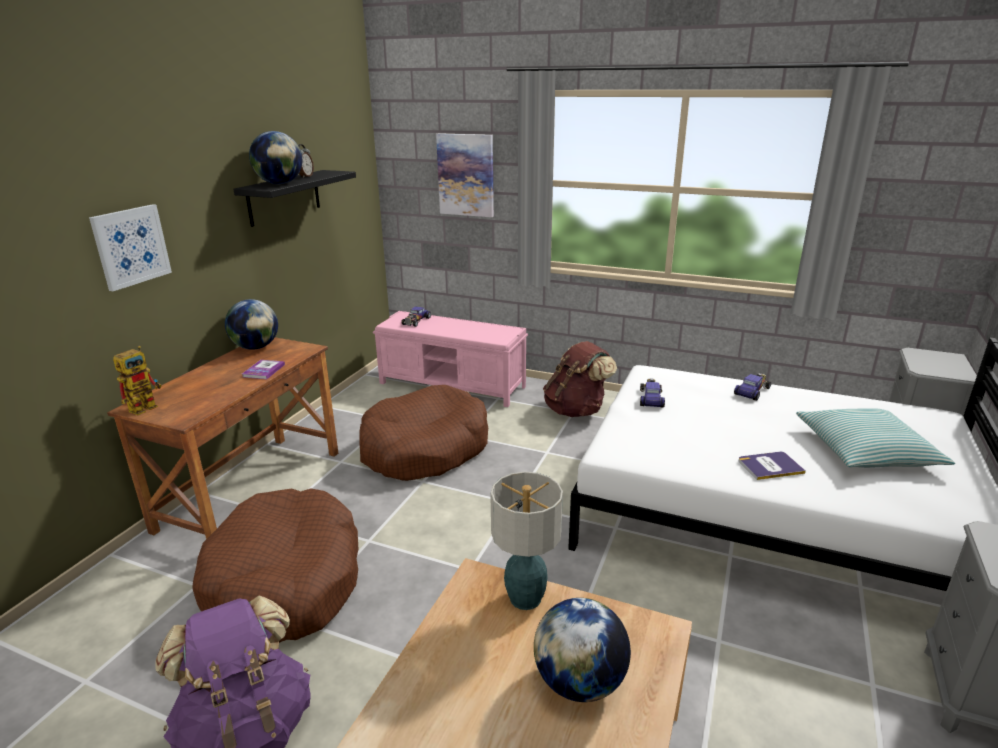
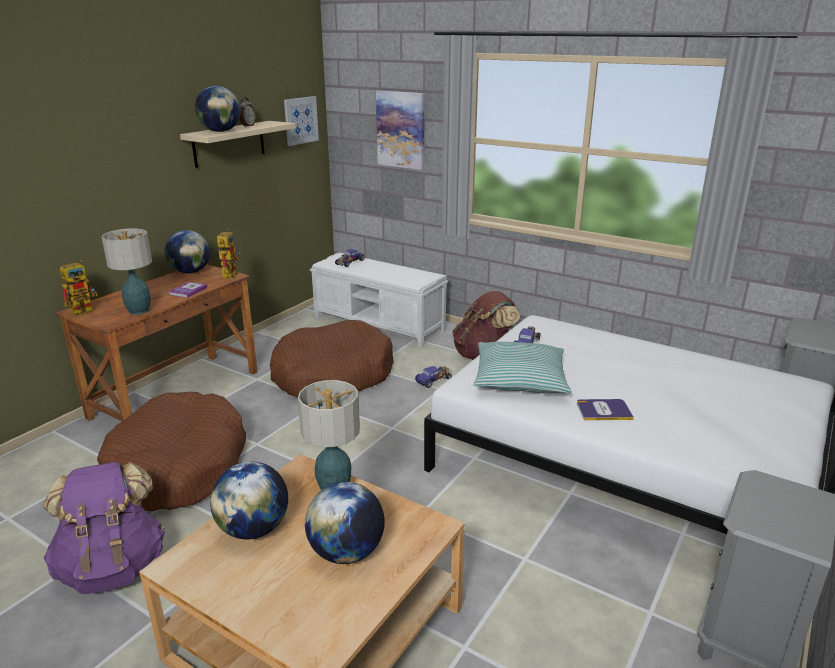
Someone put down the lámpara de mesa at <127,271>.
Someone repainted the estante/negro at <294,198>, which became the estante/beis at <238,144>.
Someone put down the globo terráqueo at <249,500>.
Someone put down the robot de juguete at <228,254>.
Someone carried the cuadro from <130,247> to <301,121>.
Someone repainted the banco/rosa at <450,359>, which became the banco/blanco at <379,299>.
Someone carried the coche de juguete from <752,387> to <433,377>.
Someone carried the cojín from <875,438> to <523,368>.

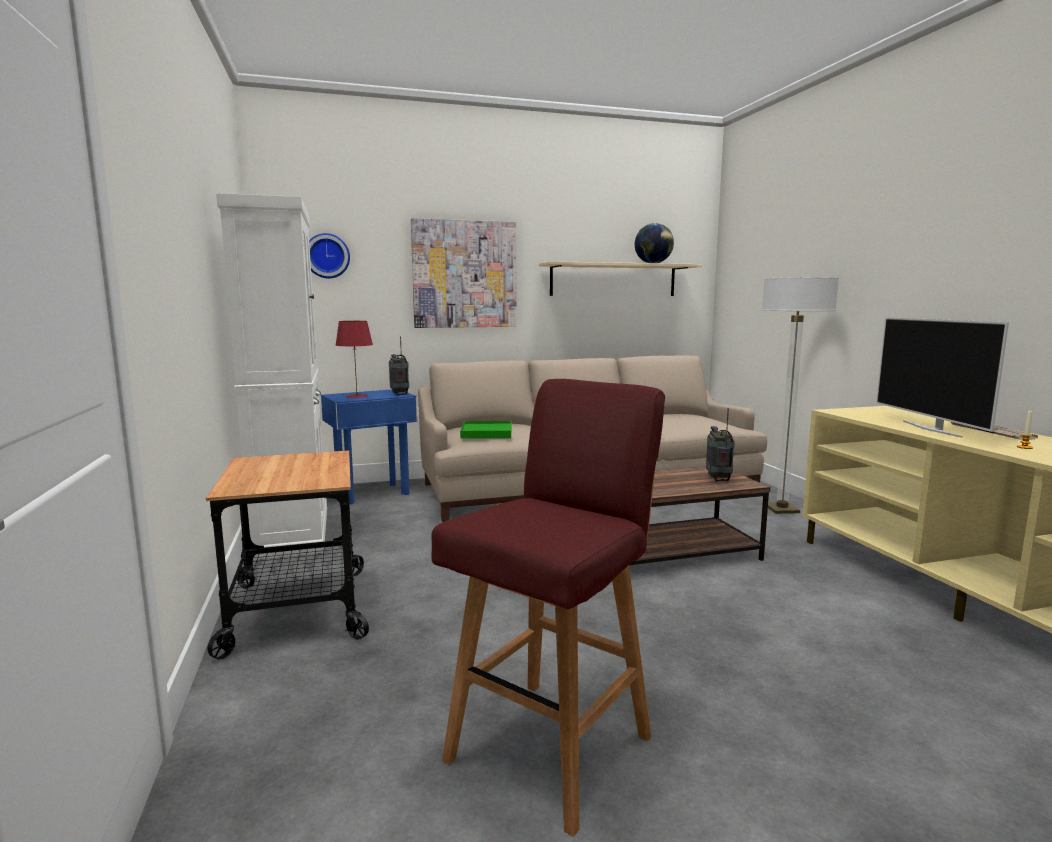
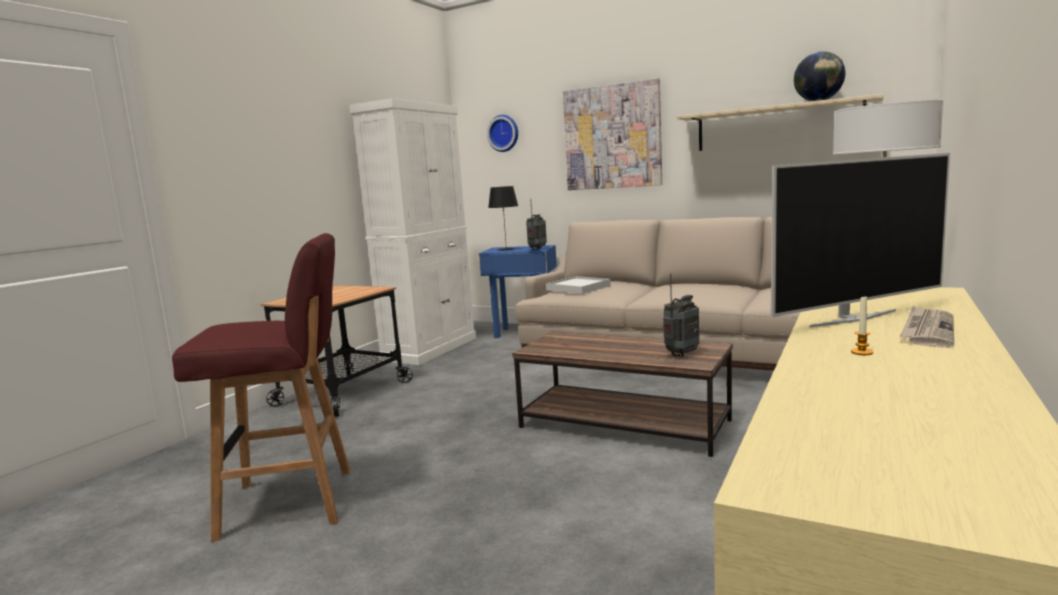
Someone repainted the lámpara de mesa/rojo at <354,359>, which became the lámpara de mesa/negro at <503,218>.
Someone repainted the bandeja/verde at <485,430>, which became the bandeja/blanco at <578,285>.
Someone rotated the televisor at <942,377> by 150 degrees counterclockwise.

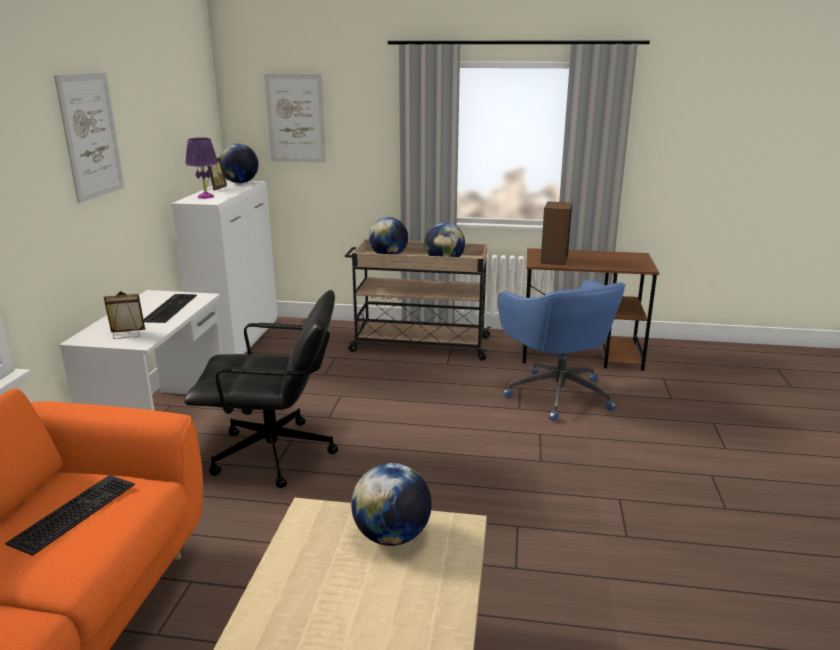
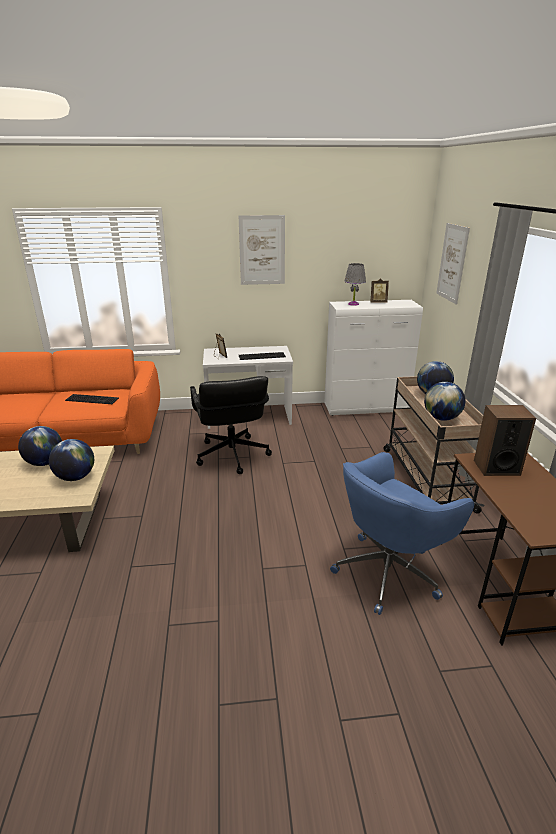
Someone carried the globo terráqueo from <239,163> to <40,446>.
Someone repainted the lámpara de mesa/morado at <202,168>, which became the lámpara de mesa/gris at <355,284>.

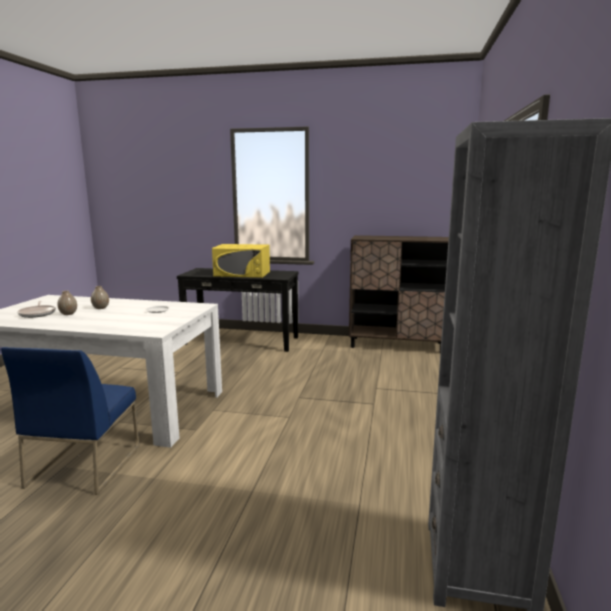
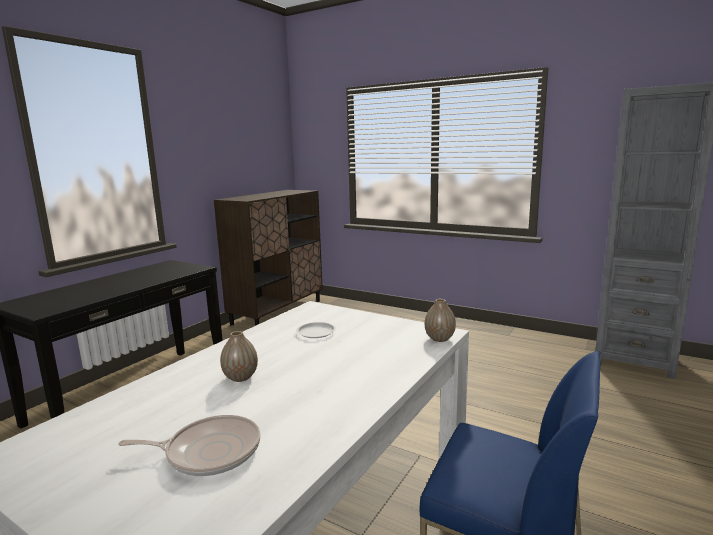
Someone carried the florero from <67,303> to <440,320>.
Someone took away the microondas/amarillo at <241,261>.

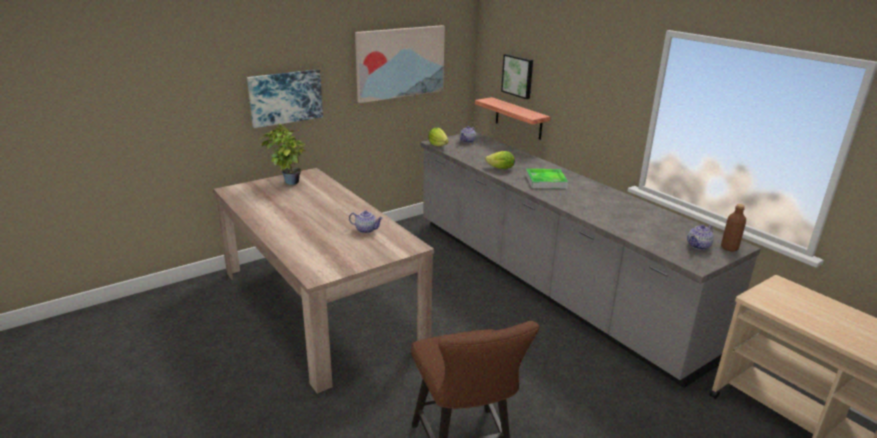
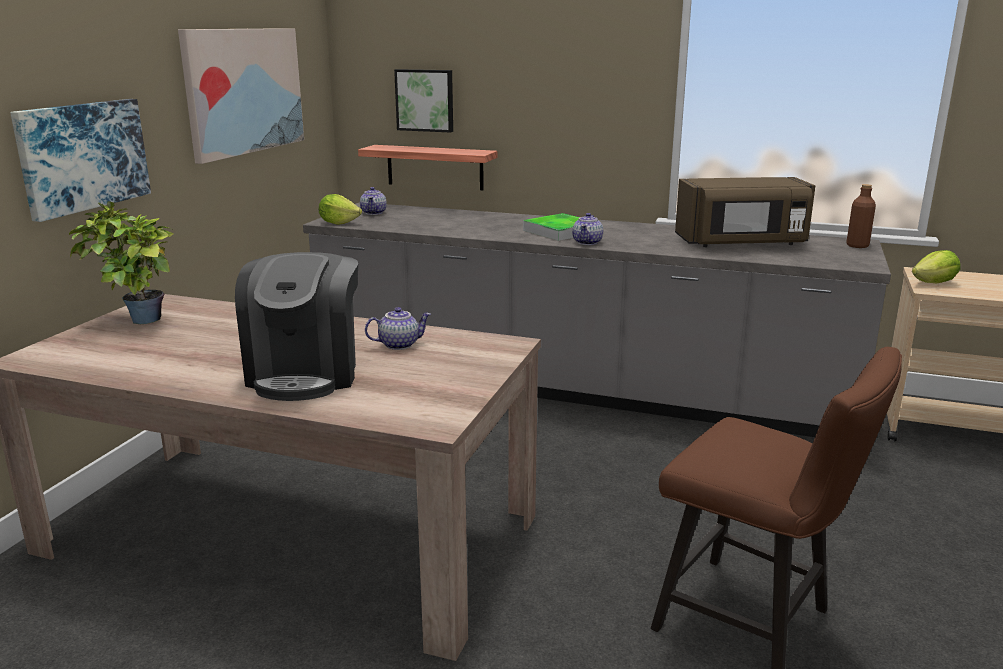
Someone put down the cafetera at <296,326>.
Someone carried the tetera from <700,237> to <587,229>.
Someone put down the microondas/marrón at <745,212>.
Someone carried the lechuga from <500,160> to <936,266>.

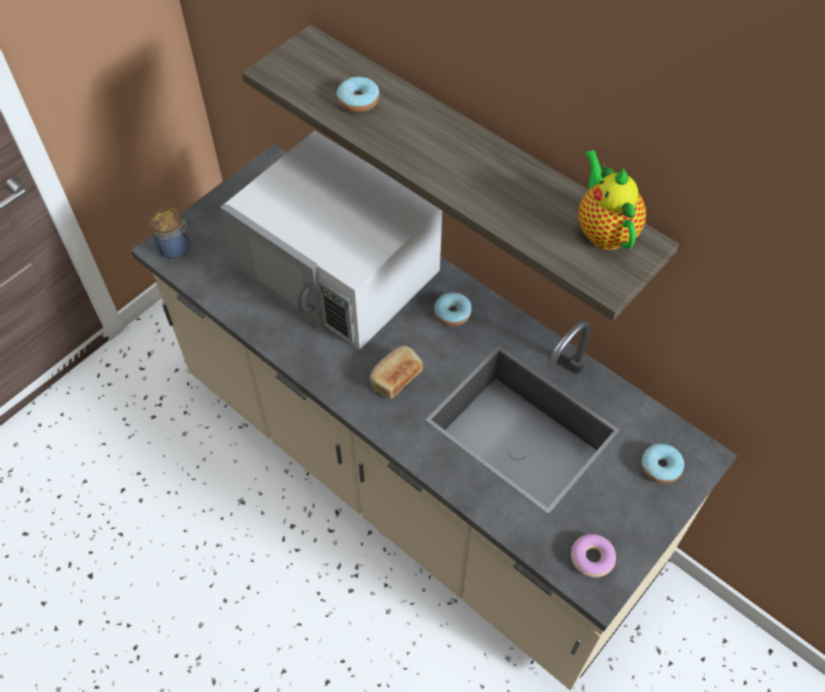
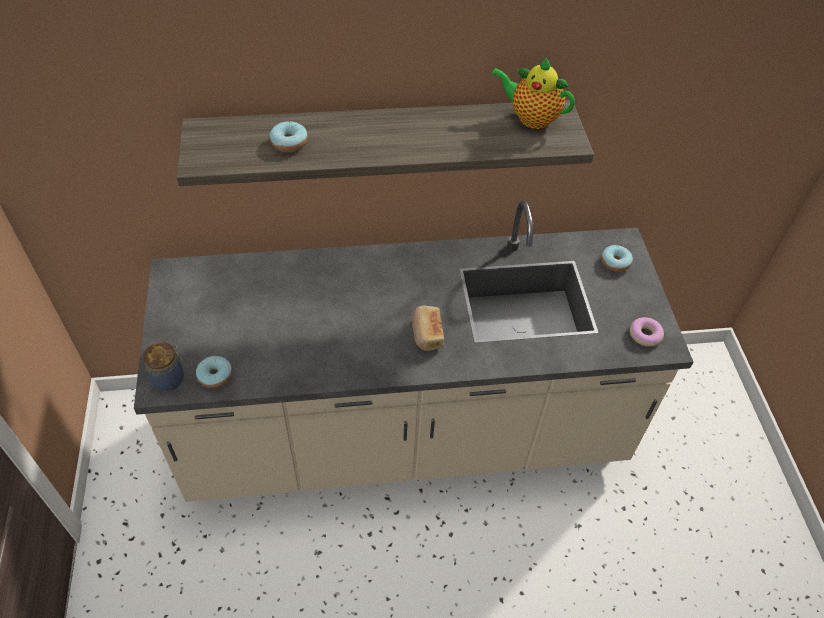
Someone carried the rosquilla from <453,309> to <214,372>.
Someone took away the microondas/blanco at <331,240>.

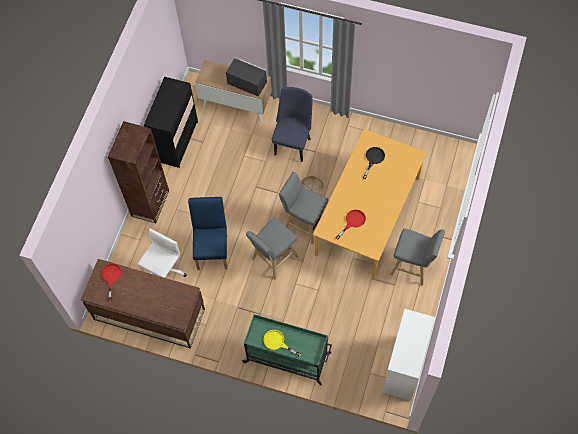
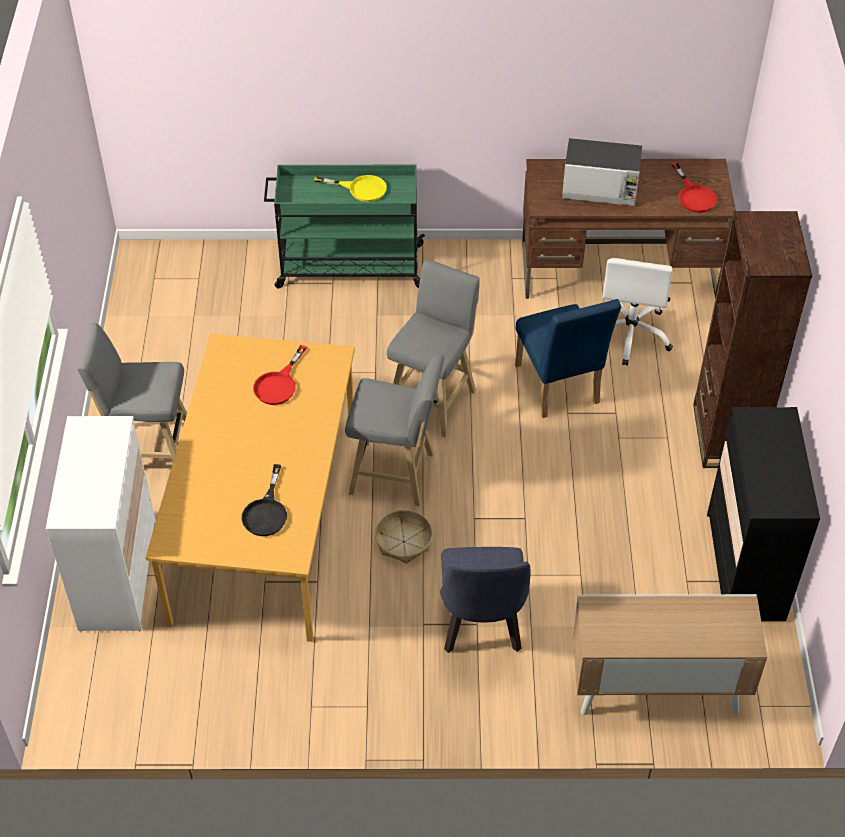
Someone carried the cómoda/blanco from <408,355> to <101,523>.
Someone carried the microondas from <246,77> to <602,172>.

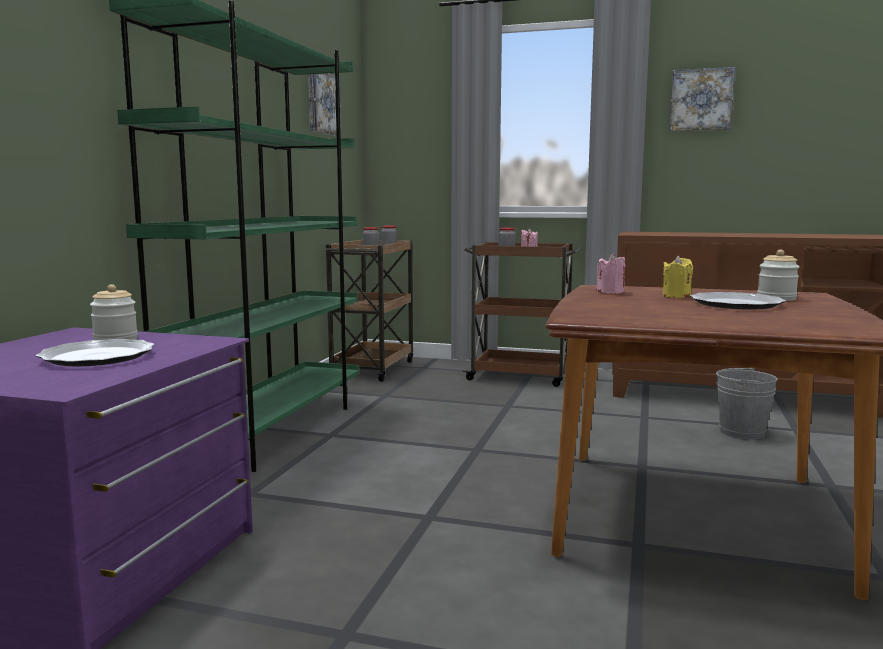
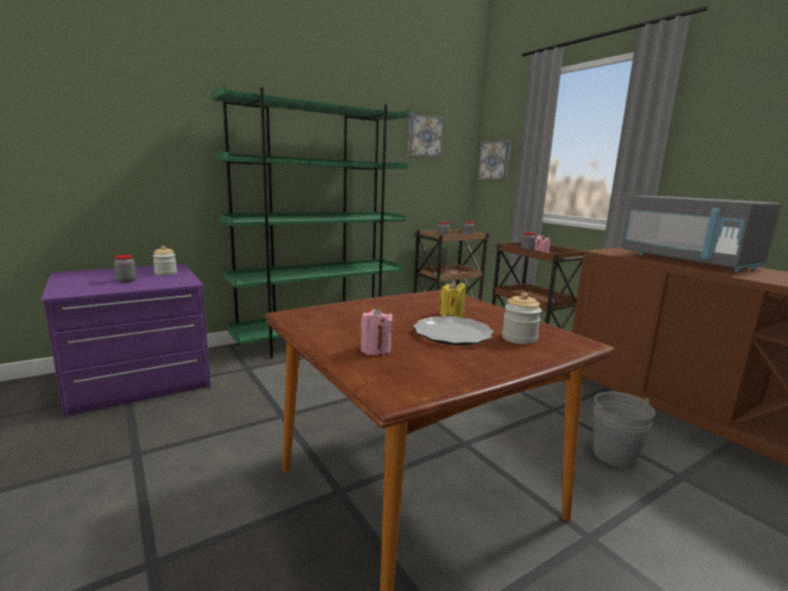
Someone swapped the plato at <95,352> for the tarro at <125,269>.
Someone carried the vela/rosa from <610,273> to <377,332>.
Someone carried the cuadro from <702,99> to <495,160>.
Someone put down the microondas/gris at <701,234>.

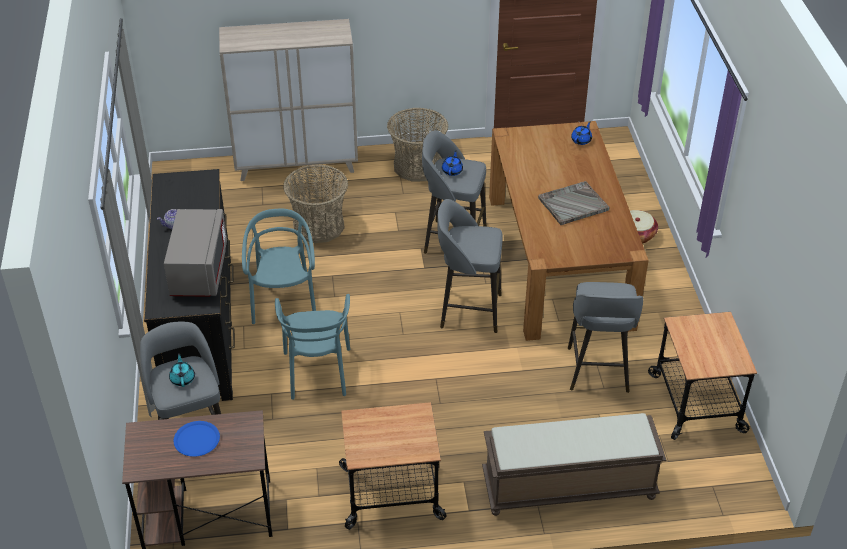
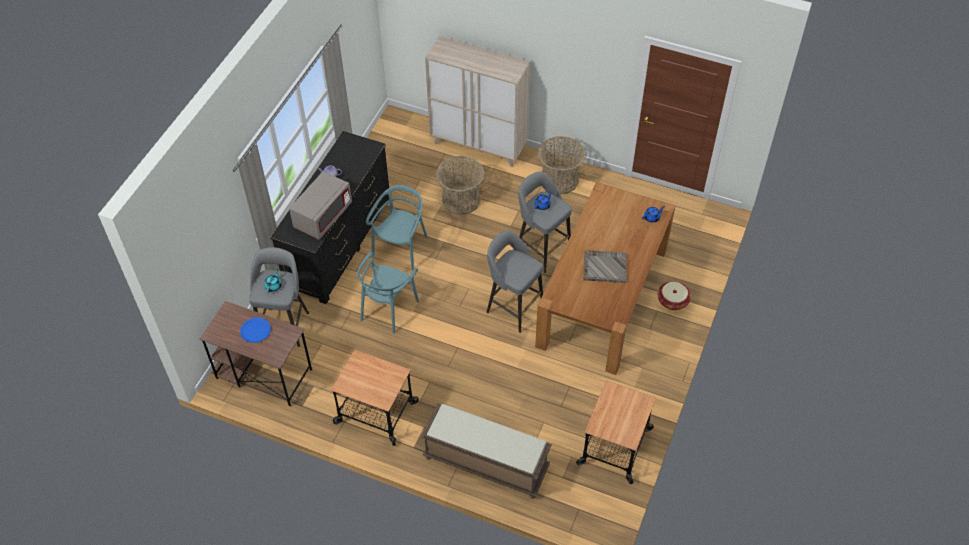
Someone took away the taburete/gris at <605,337>.

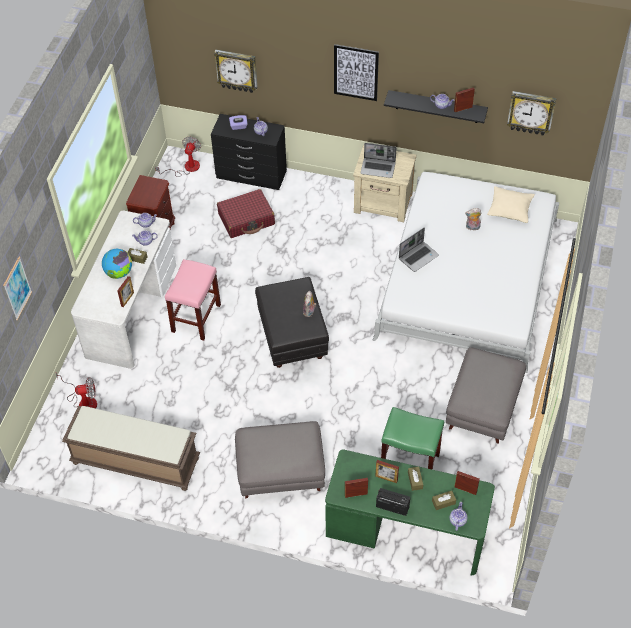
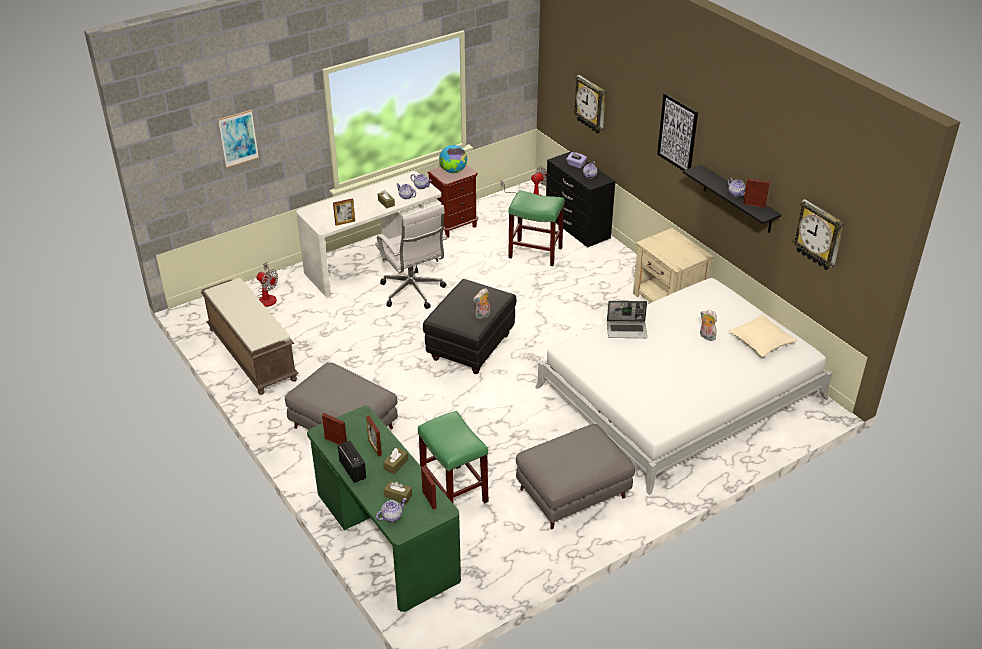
Someone swapped the taburete/rosa at <193,300> for the silla de oficina/blanco at <411,257>.
Someone carried the globo terráqueo from <117,264> to <453,159>.
Someone swapped the maleta/rojo at <246,213> for the taburete/verde at <536,228>.
Someone took away the portátil at <378,160>.

